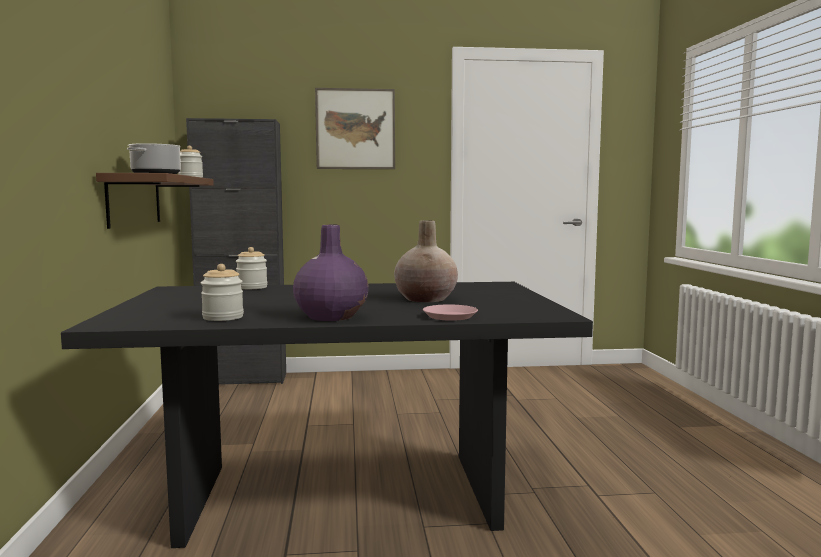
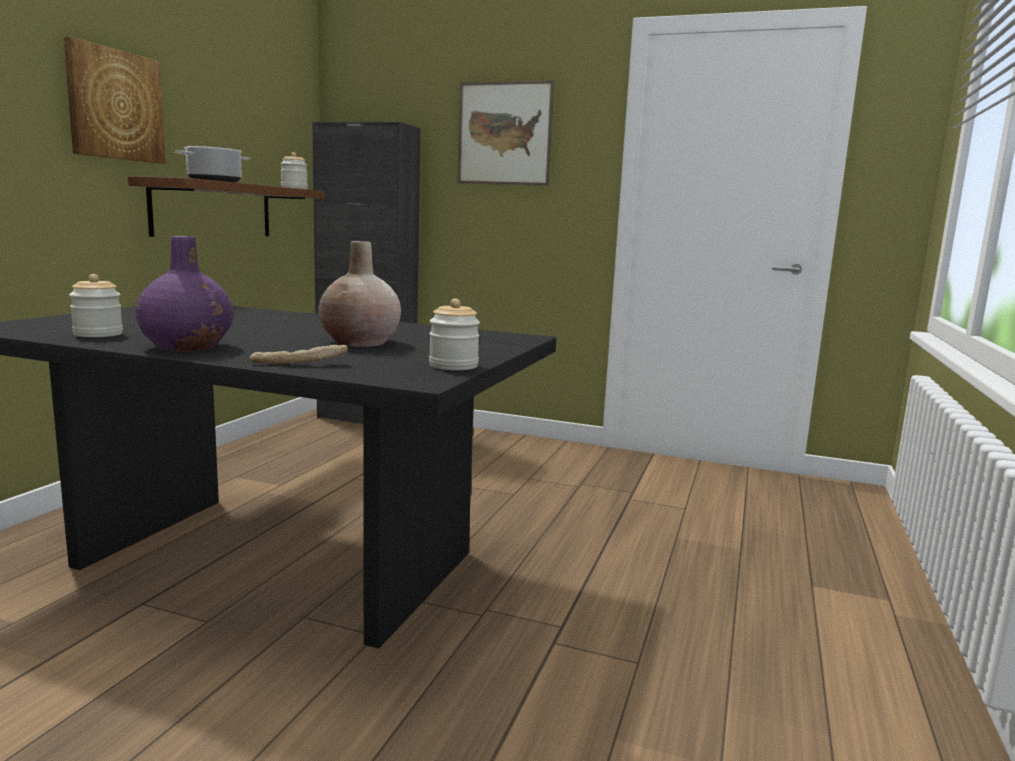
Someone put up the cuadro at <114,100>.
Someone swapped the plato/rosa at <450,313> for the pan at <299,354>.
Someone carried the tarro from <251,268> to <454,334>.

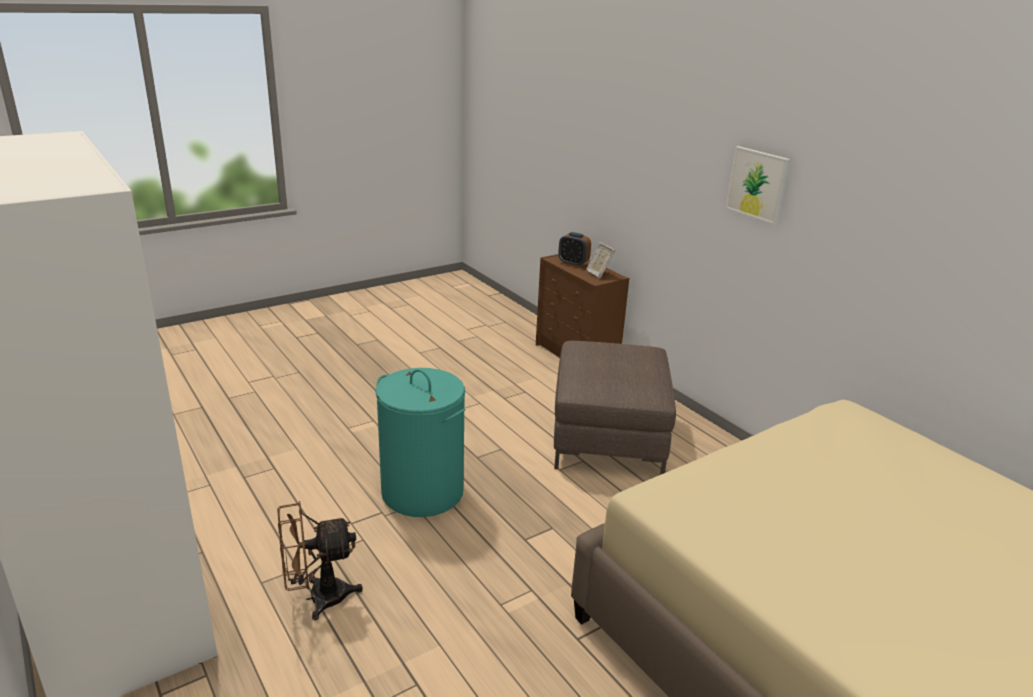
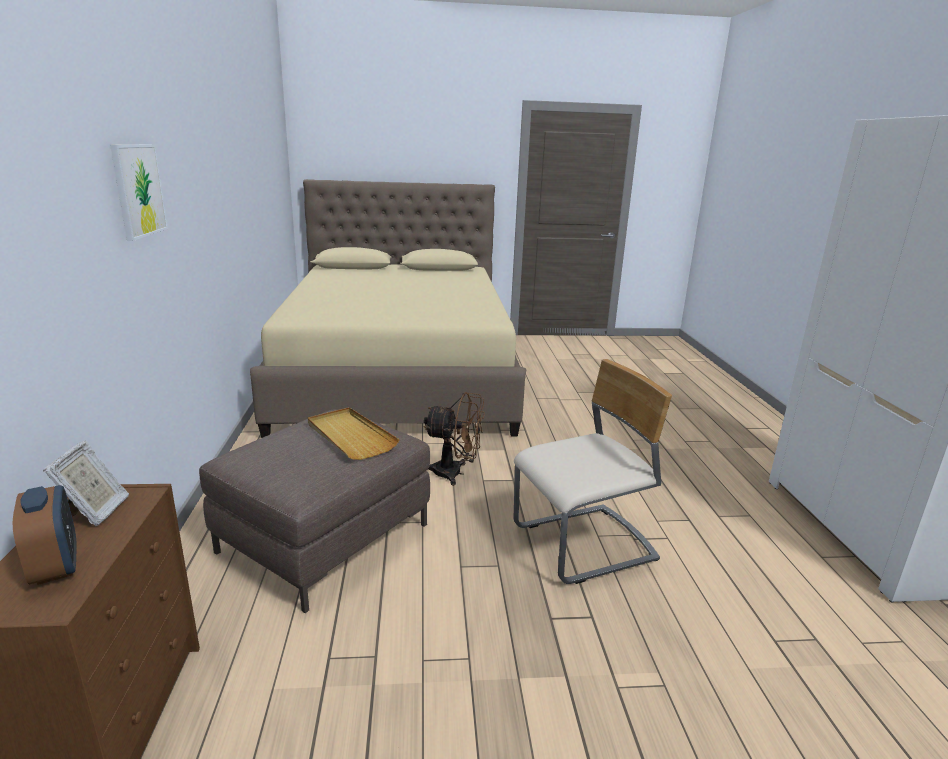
Someone put down the bandeja/beis at <354,433>.
Someone carried the ventilador/marrón from <320,560> to <454,439>.
Someone swapped the cesto de la ropa/turquesa at <420,442> for the silla/beis at <593,471>.

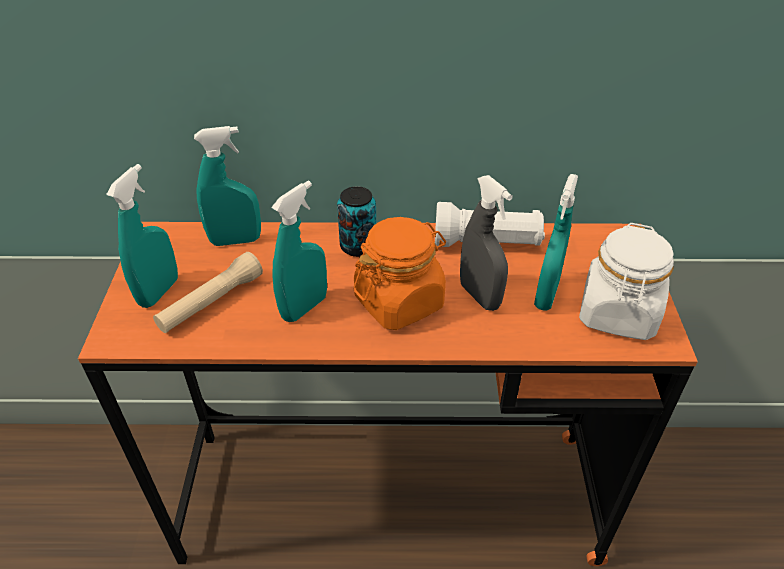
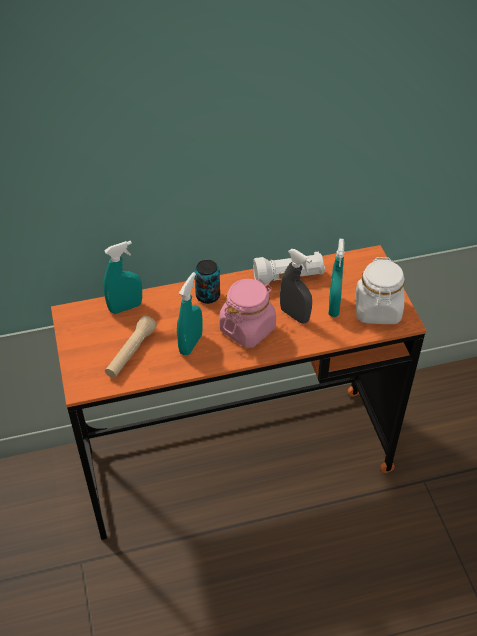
Someone repainted the tarro/naranja at <400,273>, which became the tarro/rosa at <247,313>.
Someone took away the pulverizador/turquesa at <142,236>.

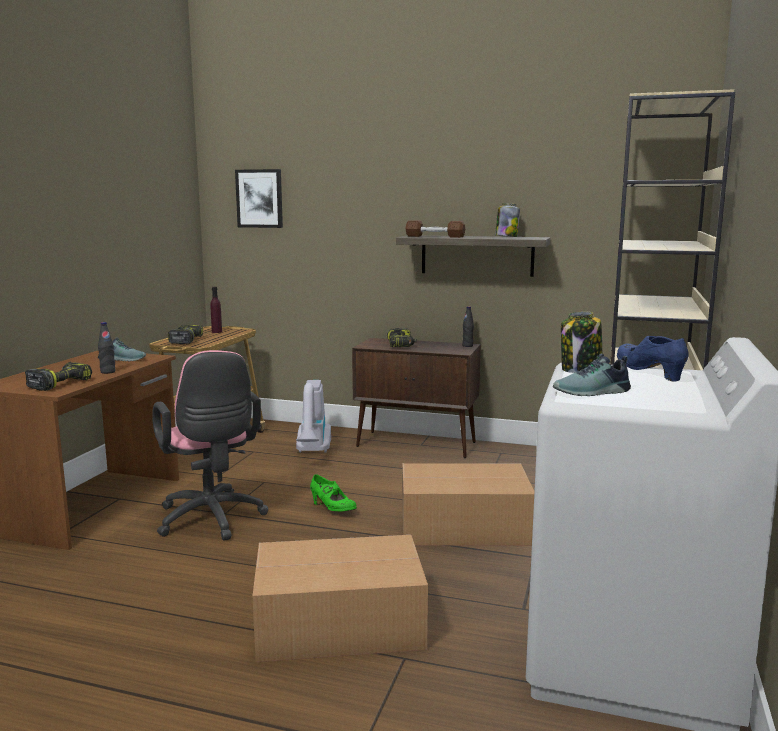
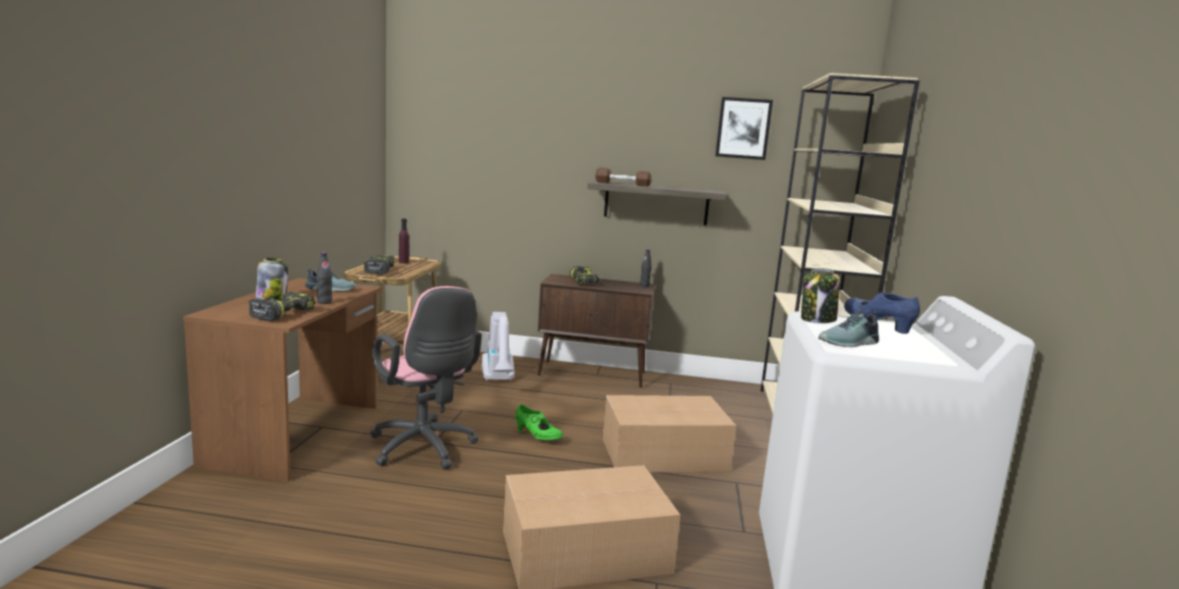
Someone carried the tarro from <507,220> to <272,279>.
Someone carried the cuadro from <259,198> to <744,128>.

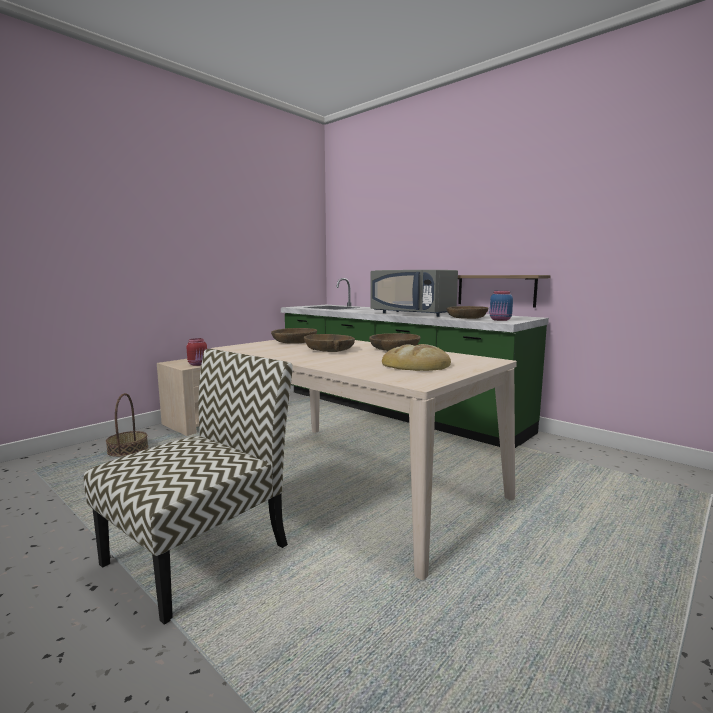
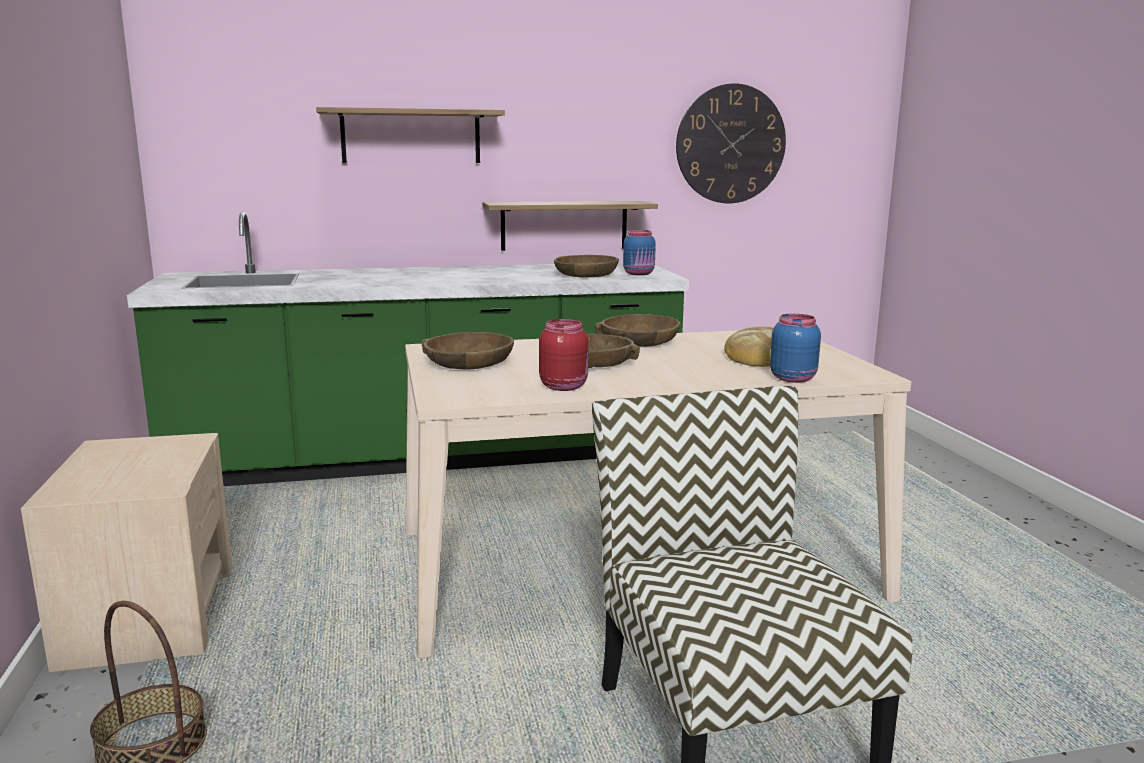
Someone put up the estante at <410,135>.
Someone carried the tarro/rojo from <197,352> to <564,355>.
Someone put up the reloj de pared at <731,143>.
Someone put down the tarro/azul at <795,348>.
Someone took away the microondas/gris at <414,293>.

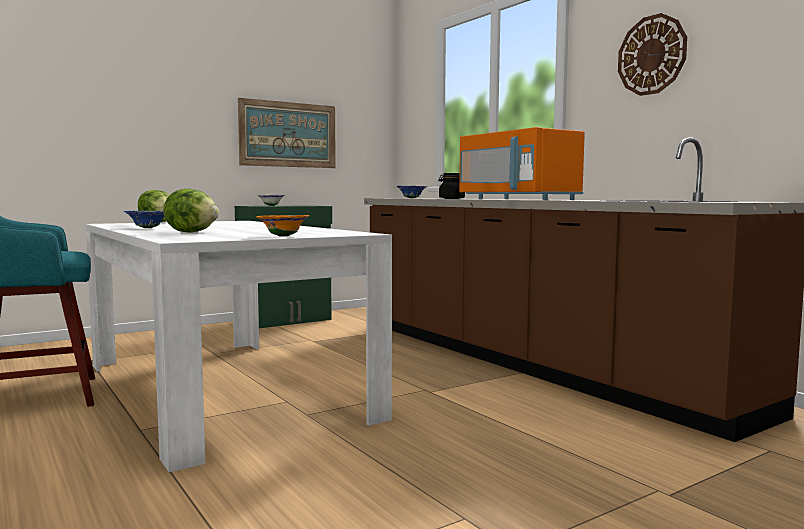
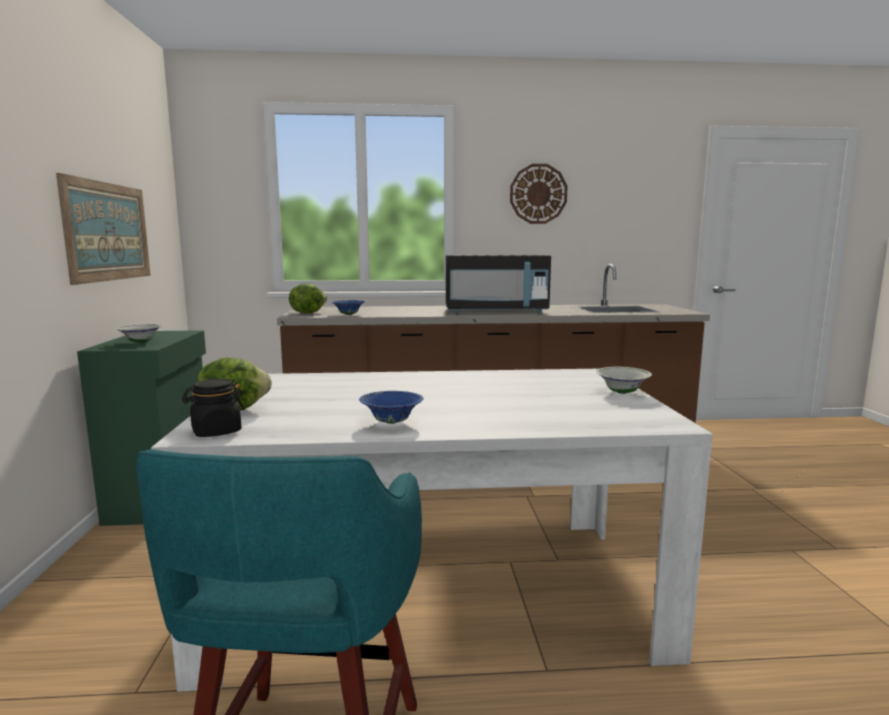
Someone carried the tarro/negro from <451,186> to <213,408>.
Someone carried the lechuga from <191,210> to <308,298>.
Someone repainted the microondas/naranja at <522,163>, which became the microondas/negro at <498,284>.
Someone repainted the cuenco/naranja at <283,226>, which became the cuenco/blanco at <624,380>.

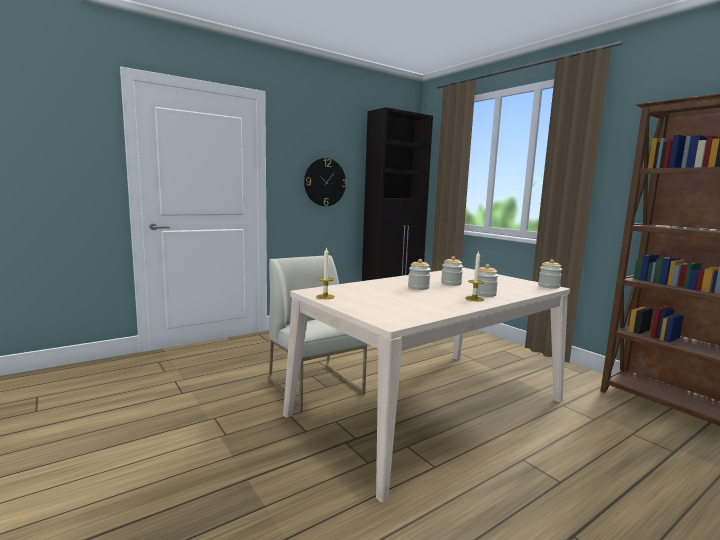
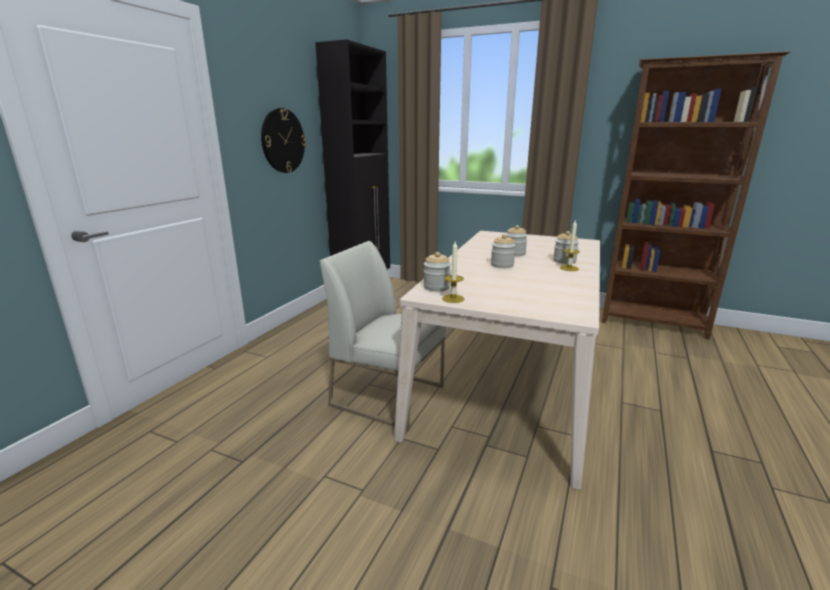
Someone carried the tarro from <550,274> to <437,271>.

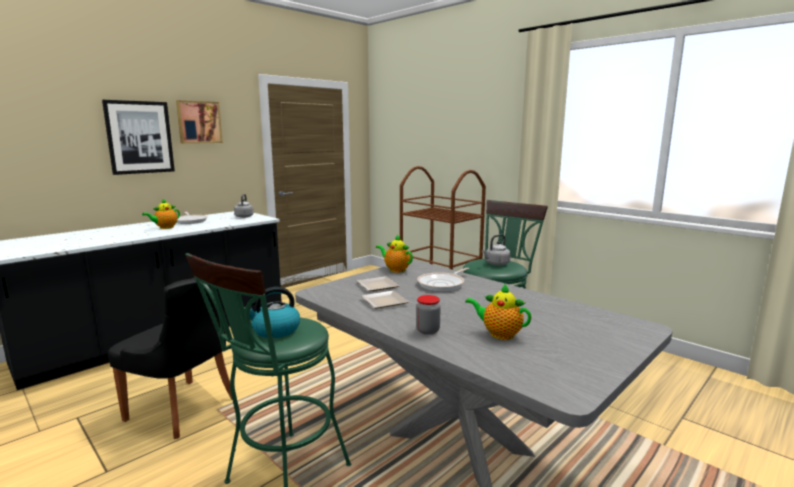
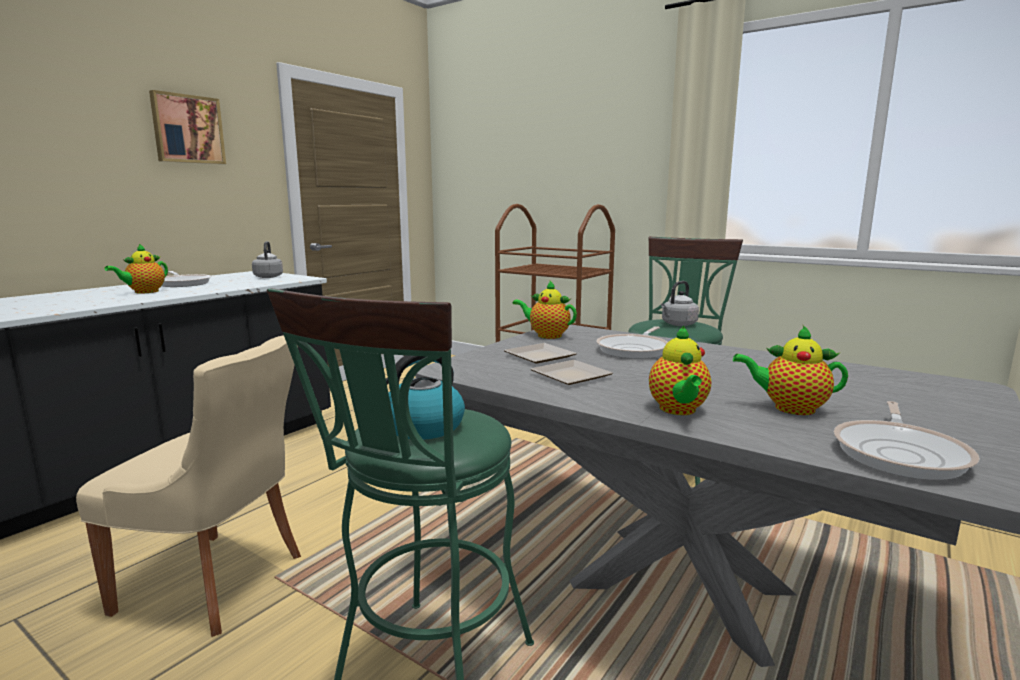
Someone repainted the silla/negro at <170,352>, which became the silla/beis at <188,486>.
Someone swapped the tarro at <428,315> for the tetera at <680,370>.
Someone put down the sartén at <907,440>.
Someone took away the cuadro at <138,137>.

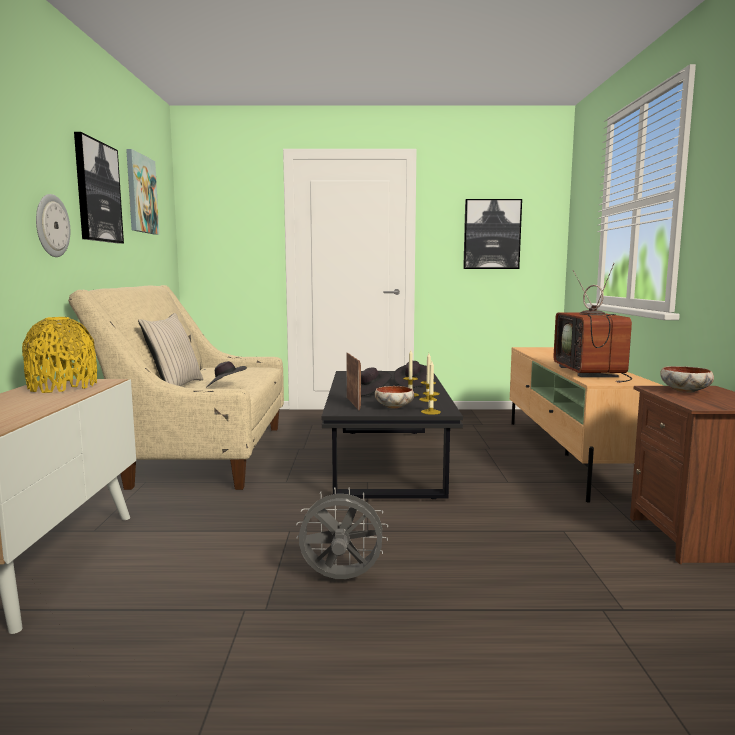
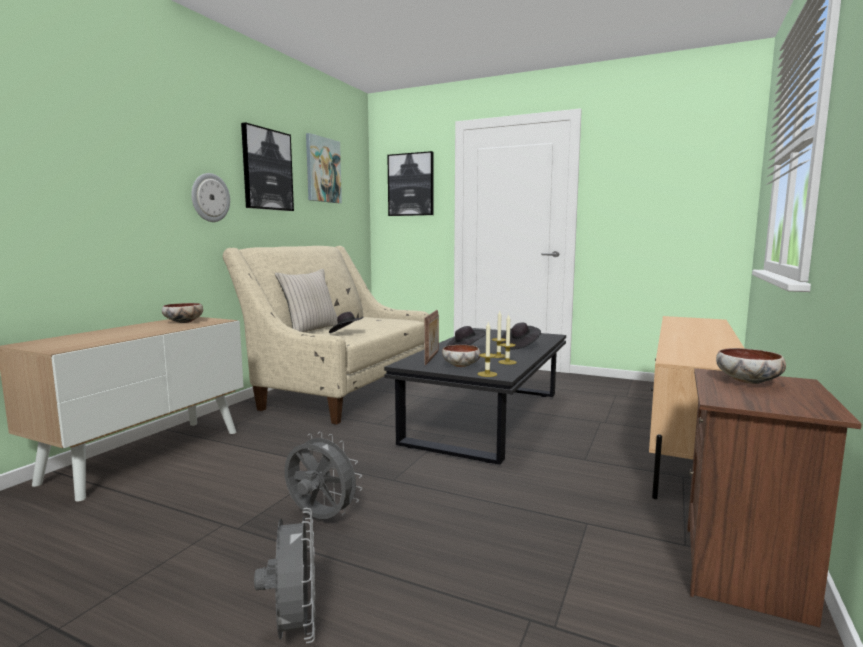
Someone swapped the florero/amarillo at <59,355> for the cuenco at <182,313>.
Someone put down the ventilador/gris at <285,576>.
Someone carried the cuadro from <492,234> to <410,183>.
Someone took away the televisor at <593,323>.

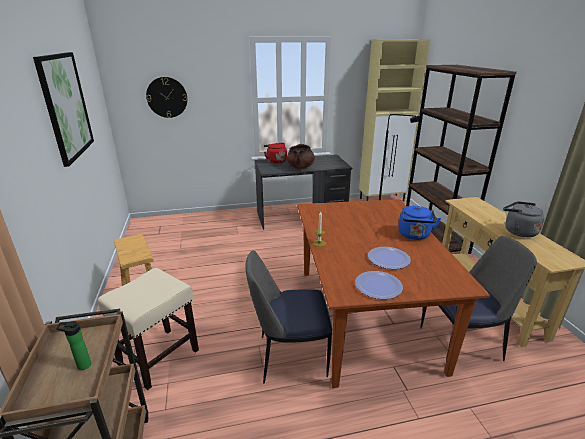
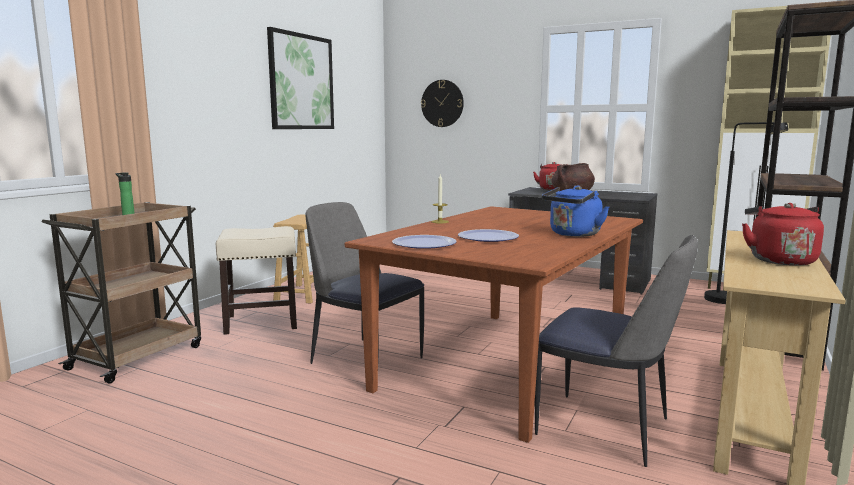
Someone repainted the hervidor/gris at <523,219>, which became the hervidor/rojo at <783,234>.

